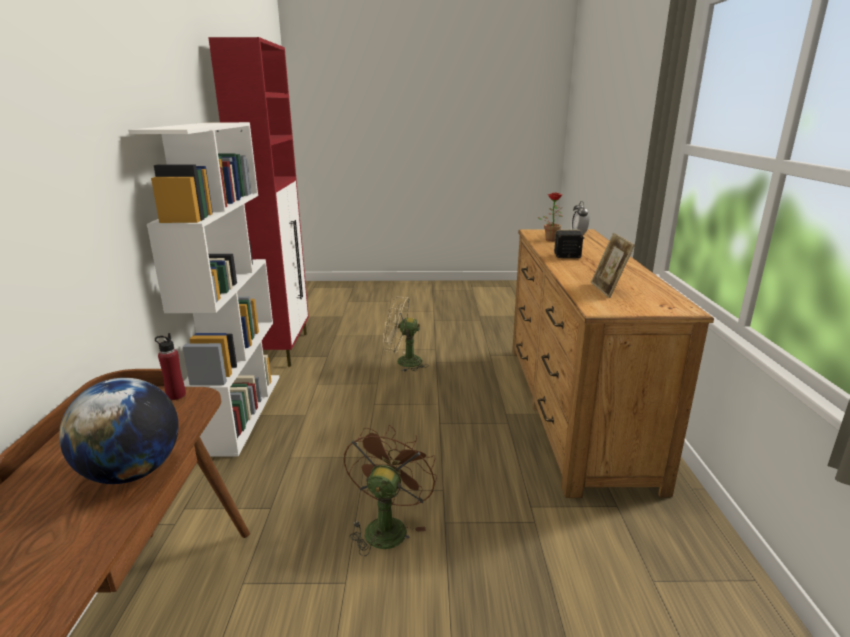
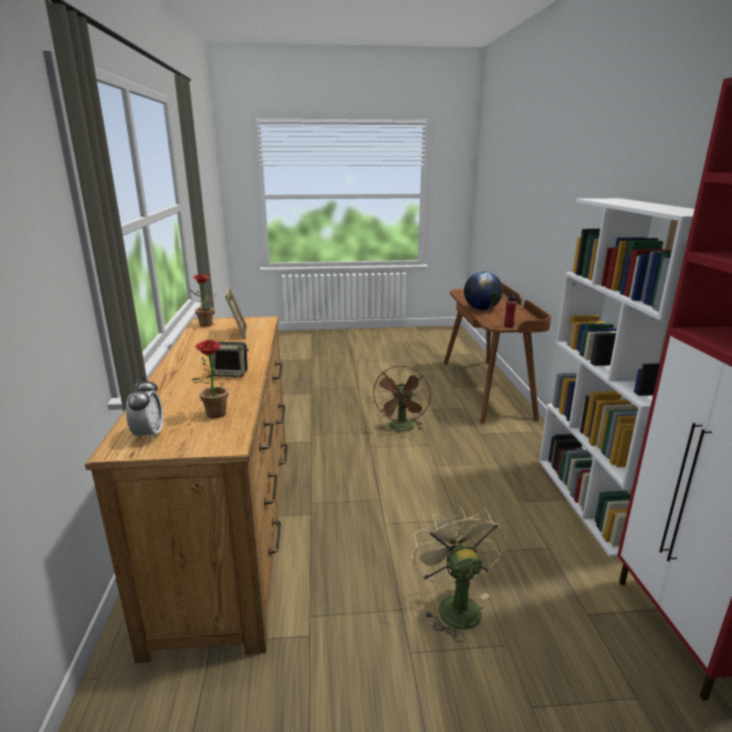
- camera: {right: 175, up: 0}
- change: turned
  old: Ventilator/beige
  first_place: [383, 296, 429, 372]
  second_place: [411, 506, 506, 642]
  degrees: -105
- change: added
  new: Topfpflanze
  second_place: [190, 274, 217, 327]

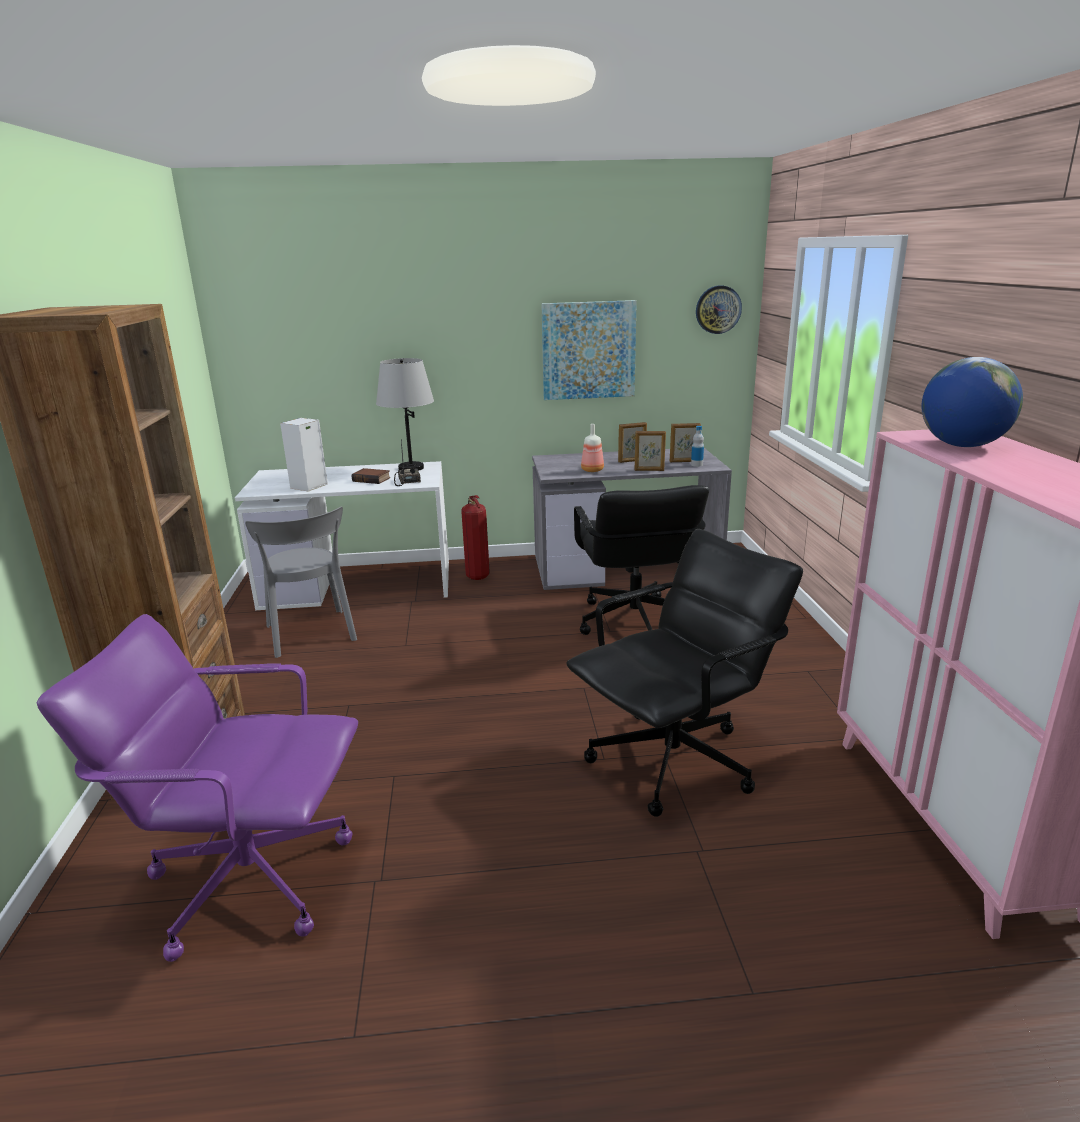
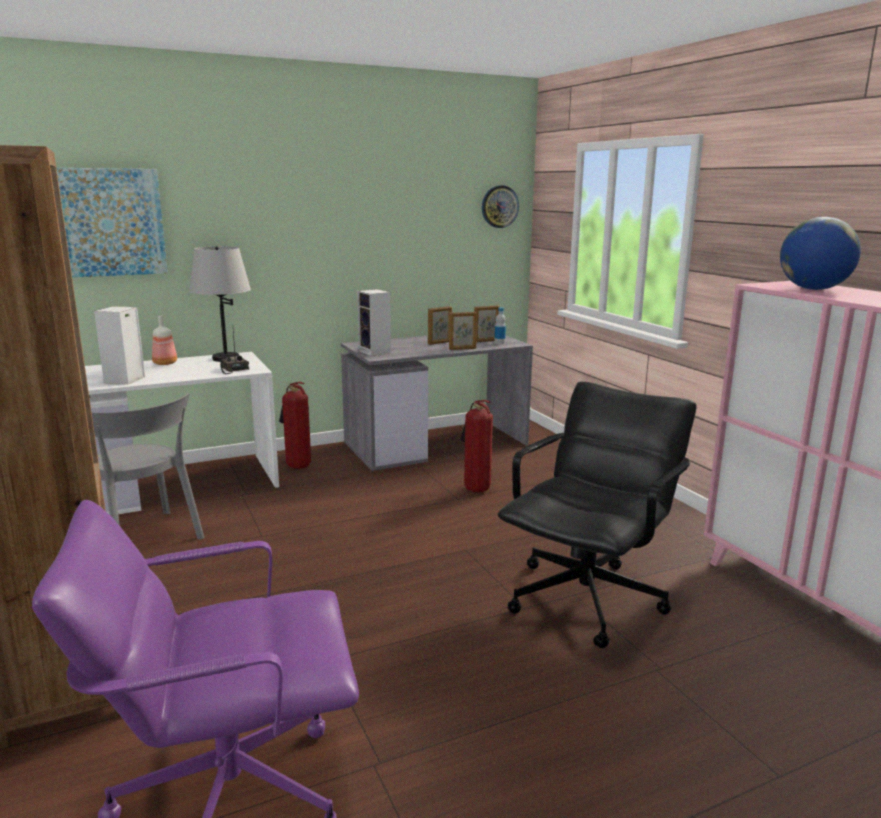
- camera: {right: -20, up: -5}
- change: removed
  old: Buch
  first_place: [352, 468, 390, 484]
- change: moved
  old: Bild
  first_place: [541, 300, 637, 400]
  second_place: [56, 168, 168, 277]
- change: replaced
  old: Bürostuhl/schwarz
  new: Feuerlöscher
  first_place: [574, 485, 709, 635]
  second_place: [461, 400, 493, 493]
- change: moved
  old: Flasche
  first_place: [581, 424, 604, 472]
  second_place: [152, 315, 177, 365]
- change: added
  new: Lautsprecher
  second_place: [357, 289, 391, 356]

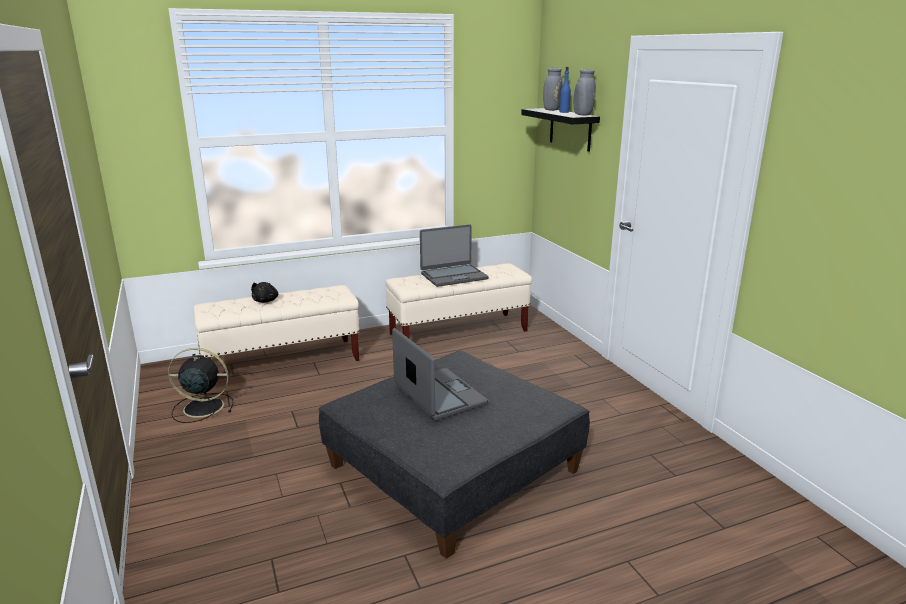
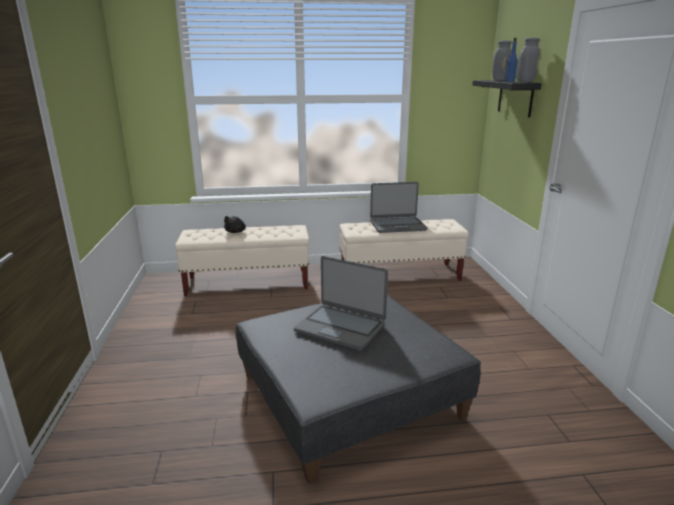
- camera: {right: 15, up: 0}
- change: removed
  old: Ventilator/schwarz
  first_place: [168, 348, 233, 423]
- change: turned
  old: Laptop
  first_place: [392, 328, 488, 420]
  second_place: [294, 256, 388, 351]
  degrees: 135

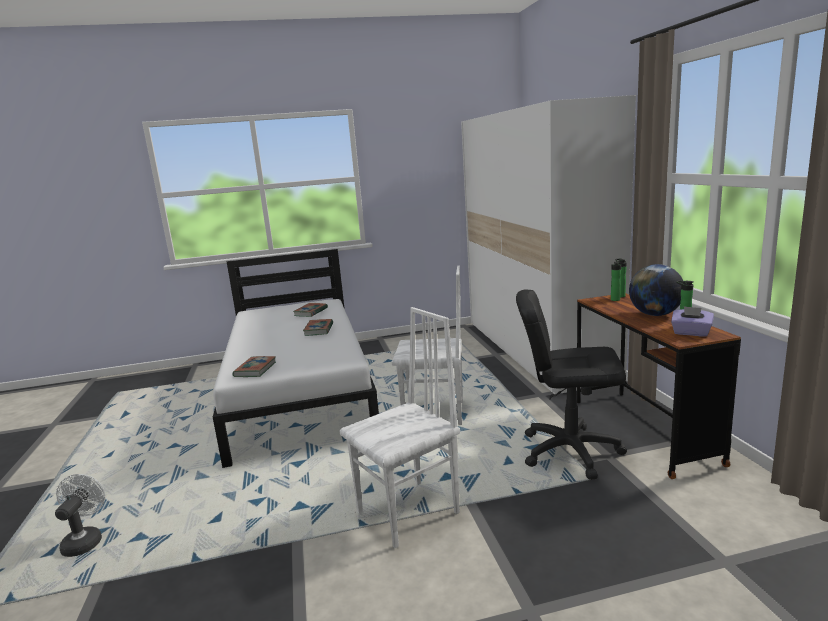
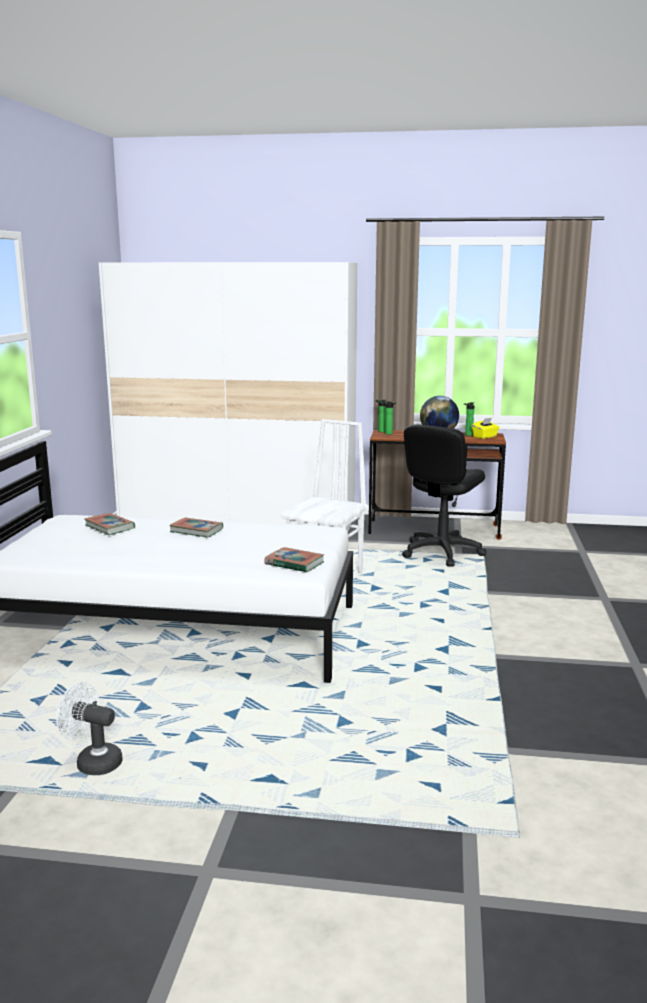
- camera: {right: -70, up: 0}
- change: moved
  old: Ventilator/weiß
  first_place: [55, 474, 105, 557]
  second_place: [56, 682, 123, 775]
- change: removed
  old: Stuhl/weiß
  first_place: [339, 307, 460, 549]
- change: recoloured
  old: Taschentuchbox/lila
  new: Taschentuchbox/gelb
  first_place: [671, 306, 714, 337]
  second_place: [472, 418, 500, 439]

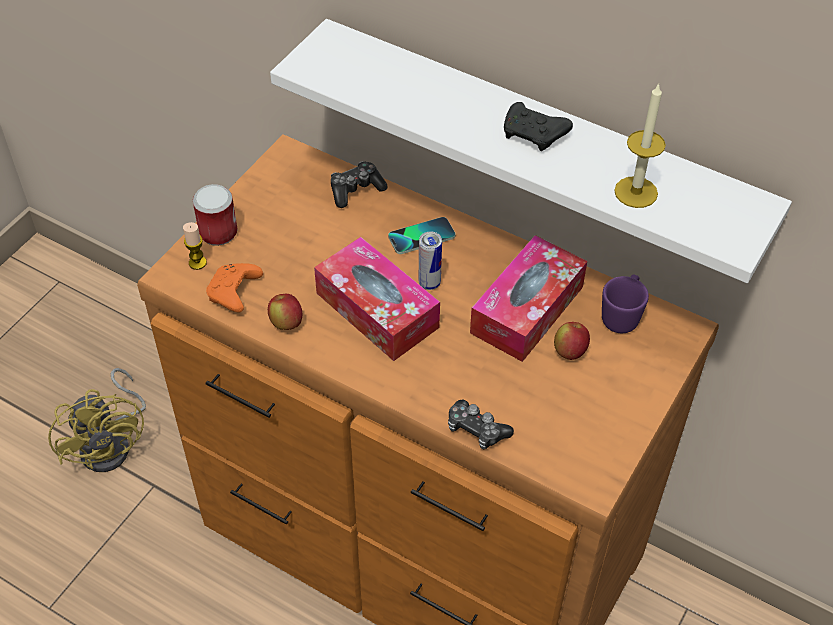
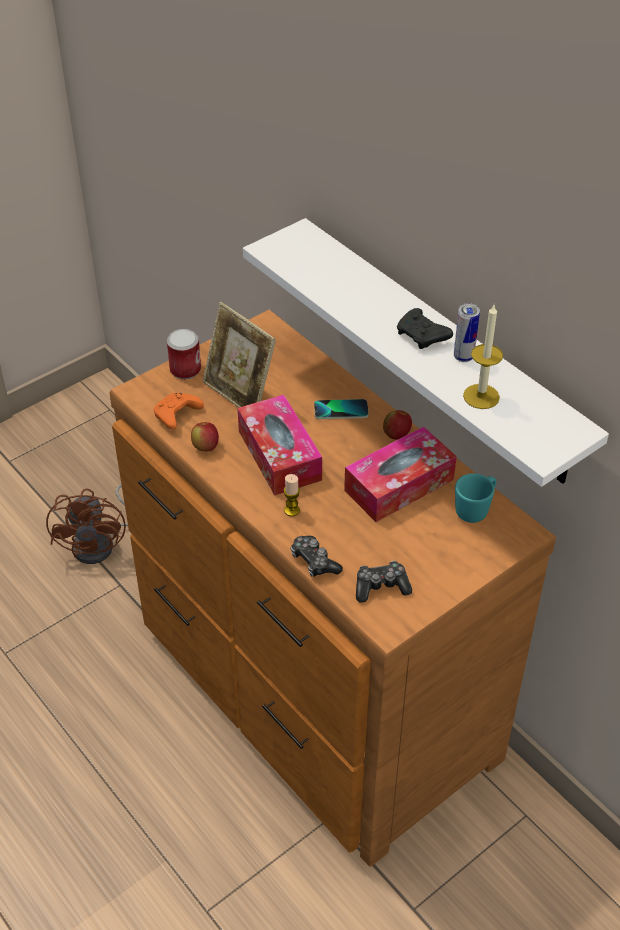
- camera: {right: 20, up: -5}
- change: recoloured
  old: Ventilator/gelb
  new: Ventilator/braun
  first_place: [48, 368, 146, 472]
  second_place: [46, 485, 128, 564]
- change: moved
  old: Kerze
  first_place: [183, 222, 207, 270]
  second_place: [283, 474, 300, 517]
- change: moved
  old: Gamepad
  first_place: [331, 161, 388, 208]
  second_place: [356, 561, 412, 603]
- change: moved
  old: Dose
  first_place: [419, 231, 442, 290]
  second_place: [454, 303, 480, 362]
- change: moved
  old: Apfel
  first_place: [554, 322, 590, 360]
  second_place: [383, 410, 412, 440]
- change: recoloured
  old: Henkelbecher/lila
  new: Henkelbecher/türkis
  first_place: [602, 275, 649, 333]
  second_place: [455, 473, 496, 523]
- change: added
  new: Bilderrahmen
  second_place: [203, 302, 276, 408]

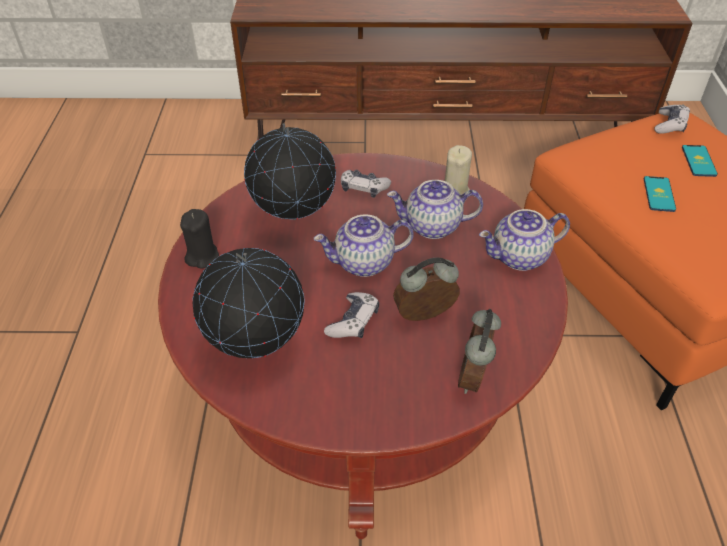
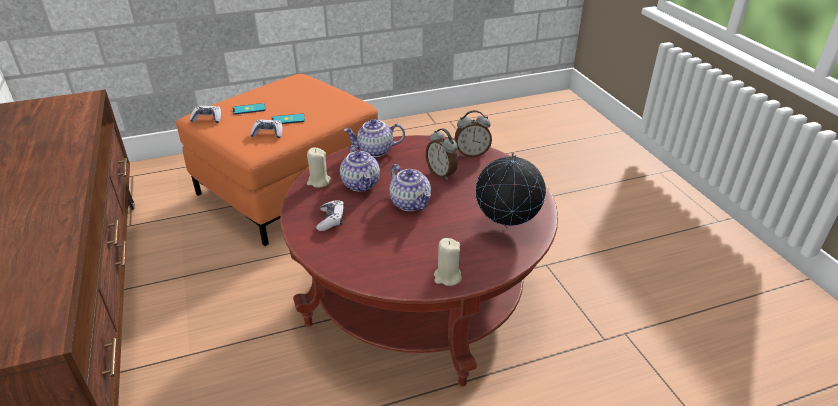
- camera: {right: -110, up: -10}
- change: recoloured
  old: Kerze/schwarz
  new: Kerze/beige
  first_place: [180, 209, 219, 269]
  second_place: [434, 238, 462, 286]
- change: removed
  old: Globus
  first_place: [244, 123, 336, 220]
- change: moved
  old: Gamepad
  first_place: [324, 292, 379, 338]
  second_place: [250, 120, 282, 138]
- change: turned
  old: Teekanne
  first_place: [479, 209, 570, 271]
  second_place: [344, 119, 405, 157]
  degrees: 120

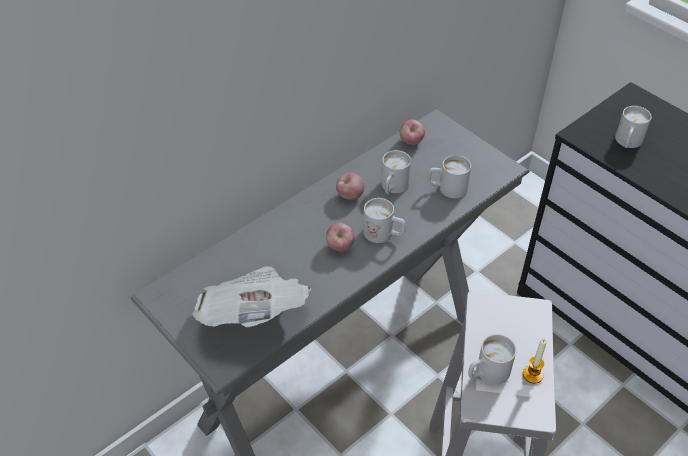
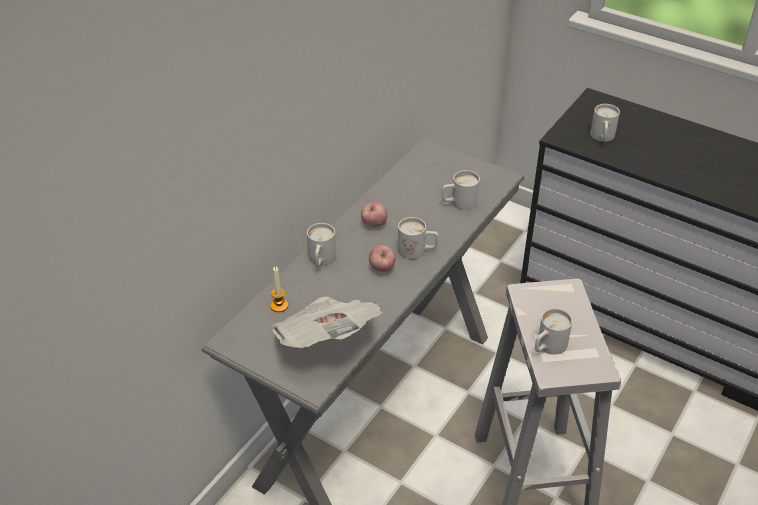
- camera: {right: -15, up: -5}
- change: moved
  old: Henkelbecher/weiß
  first_place: [381, 150, 411, 194]
  second_place: [307, 223, 336, 267]
- change: removed
  old: Apfel
  first_place: [400, 119, 425, 145]
- change: moved
  old: Kerze
  first_place: [523, 338, 547, 384]
  second_place: [270, 267, 288, 312]

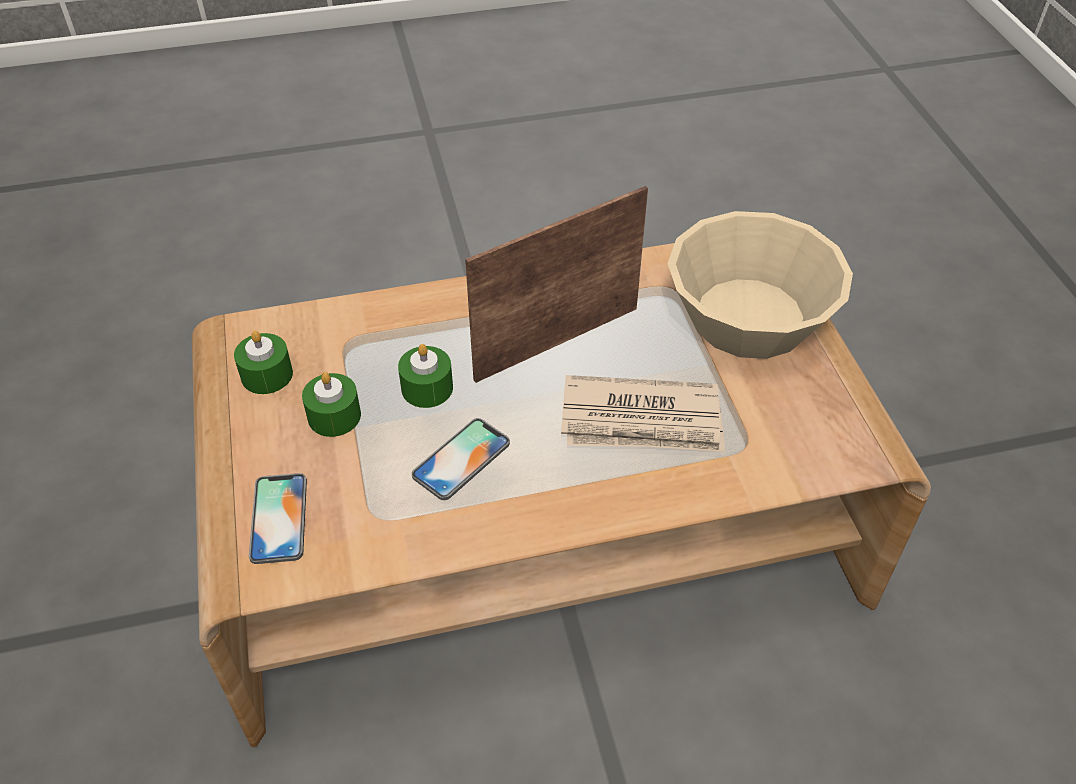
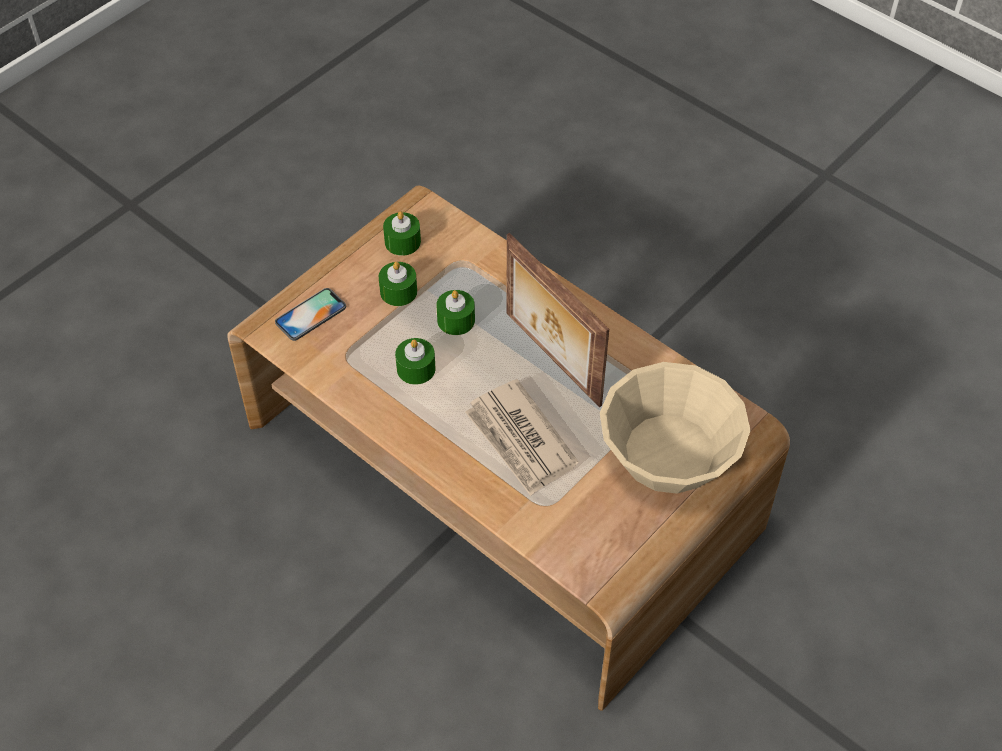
- camera: {right: 55, up: 5}
- change: replaced
  old: Handy
  new: Kerze/grün
  first_place: [412, 418, 510, 500]
  second_place: [395, 338, 436, 385]
- change: turned
  old: Bilderrahmen
  first_place: [465, 186, 648, 383]
  second_place: [506, 233, 609, 407]
  degrees: -150

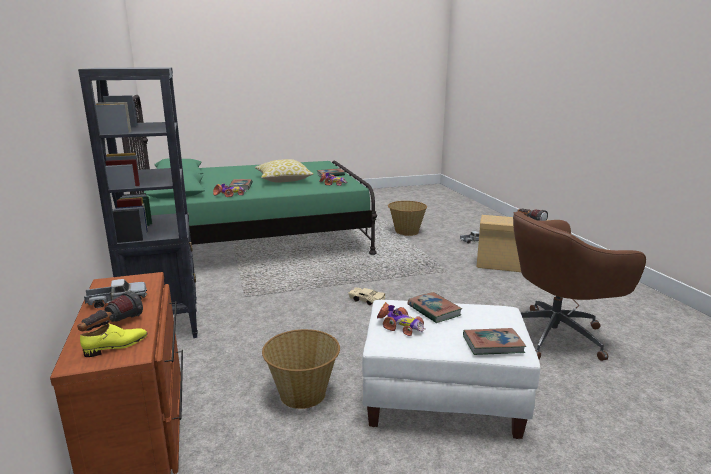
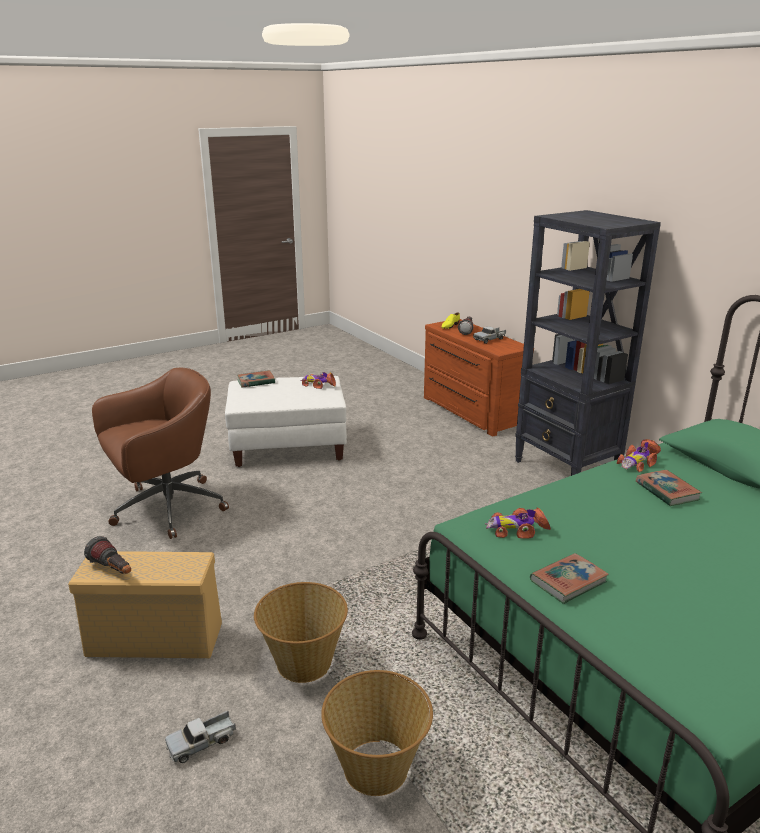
- camera: {right: 165, up: 5}
- change: removed
  old: Kissen
  first_place: [255, 159, 313, 183]
- change: moved
  old: Korb
  first_place: [262, 329, 340, 409]
  second_place: [254, 582, 348, 683]
- change: removed
  old: Spielzeugauto/beige
  first_place: [349, 288, 386, 305]
- change: removed
  old: Buch
  first_place: [408, 292, 462, 323]

